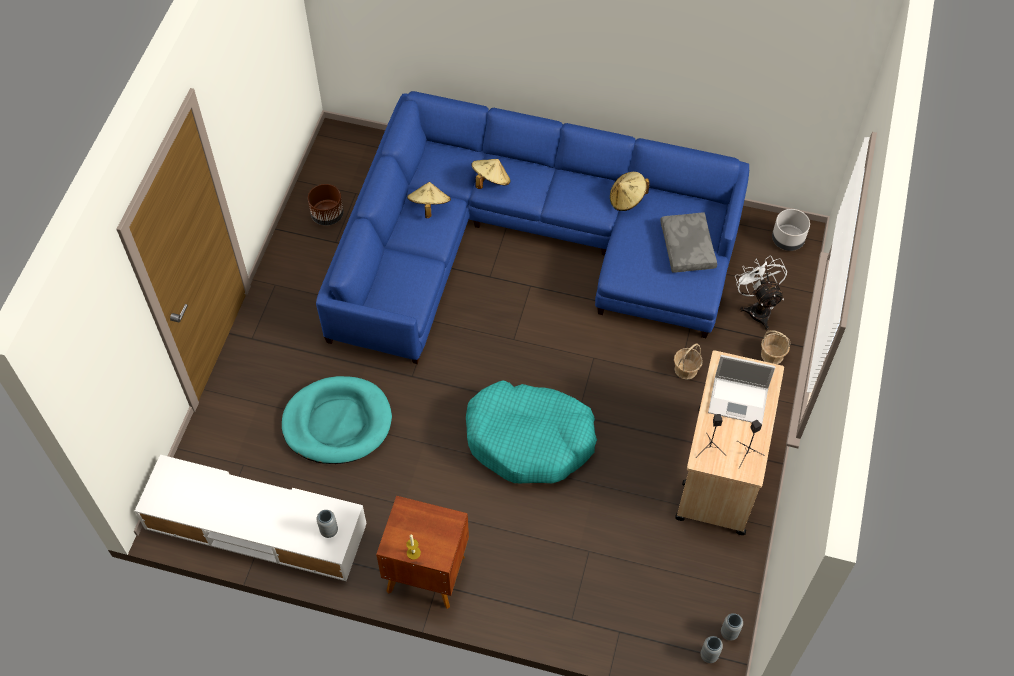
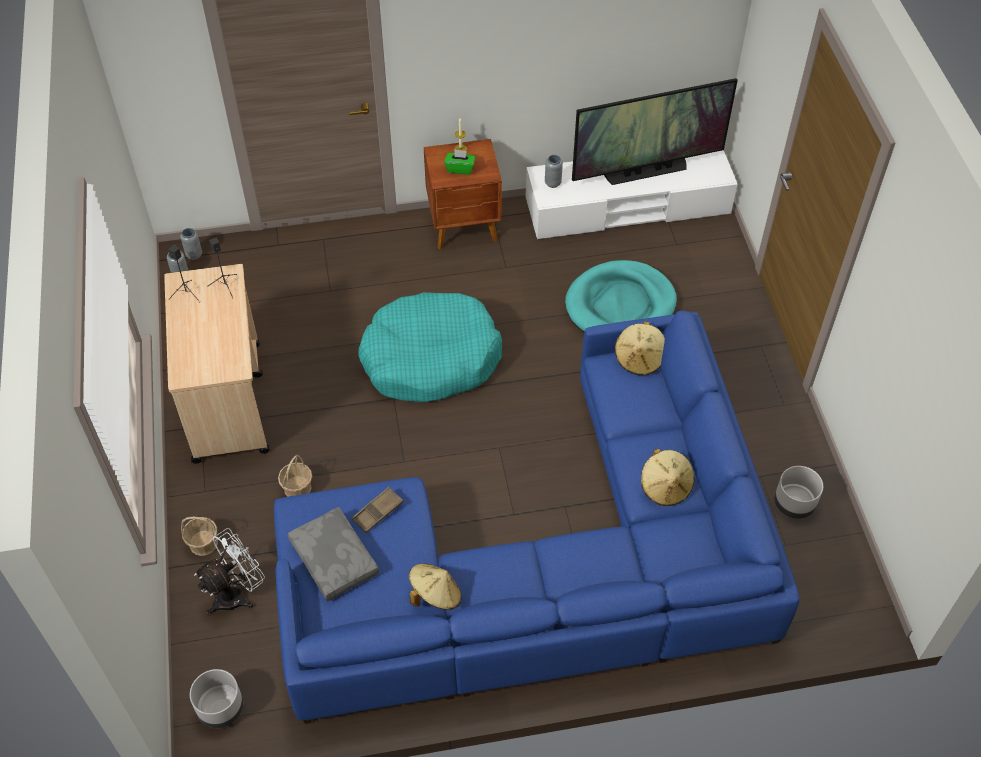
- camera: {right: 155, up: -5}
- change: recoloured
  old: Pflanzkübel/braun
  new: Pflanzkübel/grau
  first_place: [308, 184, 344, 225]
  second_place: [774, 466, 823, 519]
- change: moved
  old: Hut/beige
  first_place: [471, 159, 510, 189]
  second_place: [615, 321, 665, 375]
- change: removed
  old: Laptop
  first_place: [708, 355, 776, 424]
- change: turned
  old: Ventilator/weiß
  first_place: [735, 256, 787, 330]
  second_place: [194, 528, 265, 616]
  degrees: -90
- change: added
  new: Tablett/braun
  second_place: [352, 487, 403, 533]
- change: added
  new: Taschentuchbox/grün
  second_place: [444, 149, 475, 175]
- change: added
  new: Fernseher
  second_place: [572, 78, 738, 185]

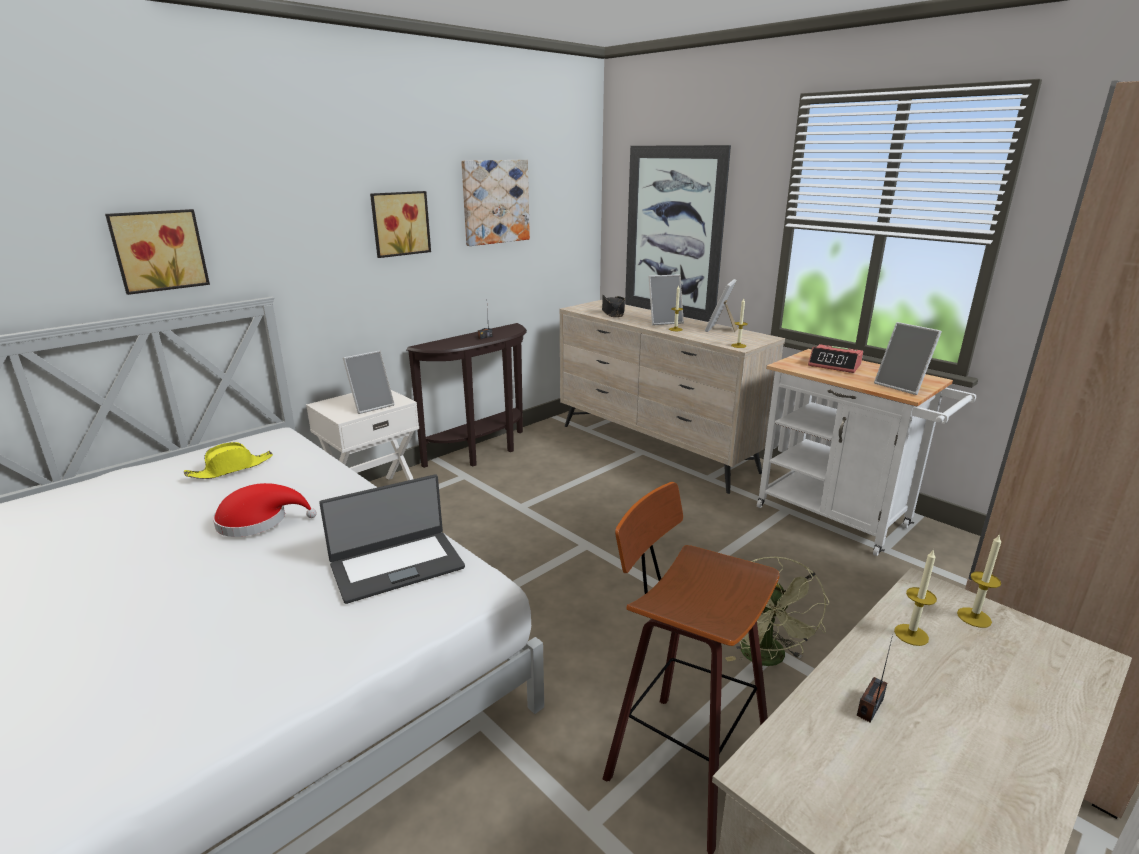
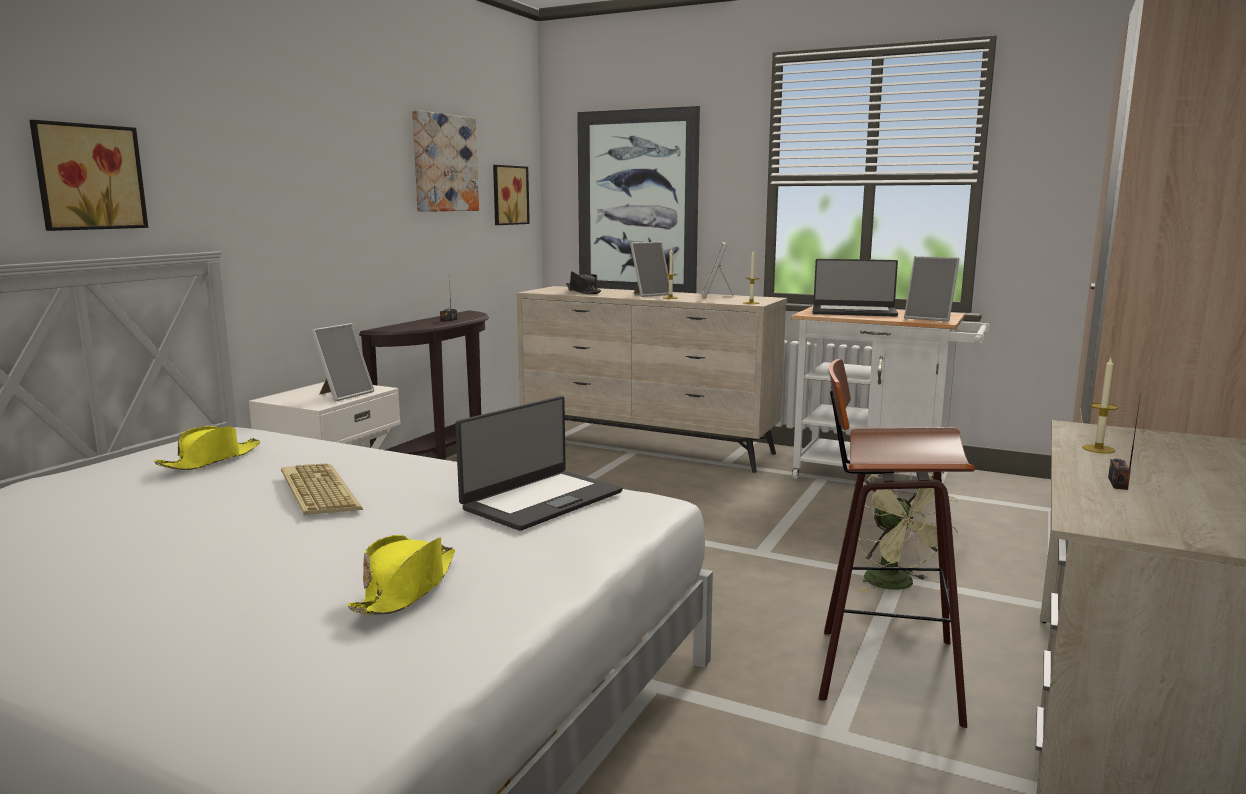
- camera: {right: -20, up: -10}
- change: replaced
  old: Hut/rot
  new: Tastatur
  first_place: [213, 483, 317, 537]
  second_place: [281, 463, 363, 515]
- change: moved
  old: Bild
  first_place: [370, 191, 431, 258]
  second_place: [493, 165, 530, 225]
- change: replaced
  old: Wecker
  new: Laptop
  first_place: [808, 344, 863, 373]
  second_place: [813, 259, 898, 317]
- change: removed
  old: Kerze
  first_place: [957, 534, 1001, 628]
- change: added
  new: Hut/gelb
  second_place: [347, 535, 455, 615]

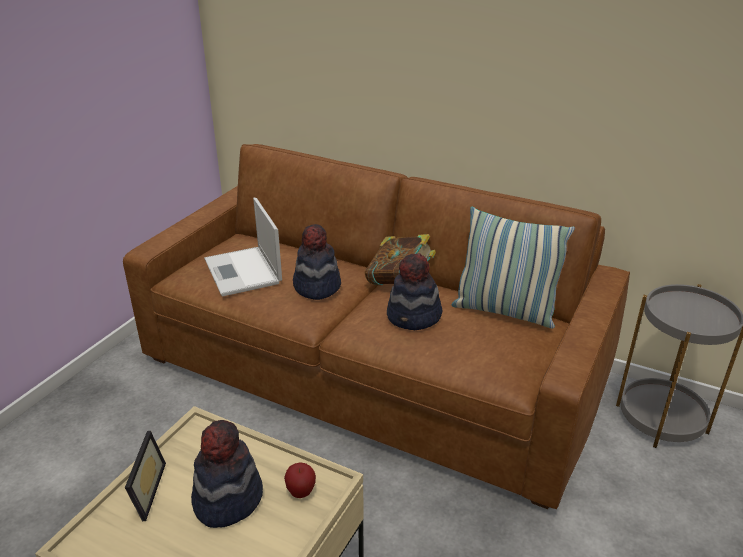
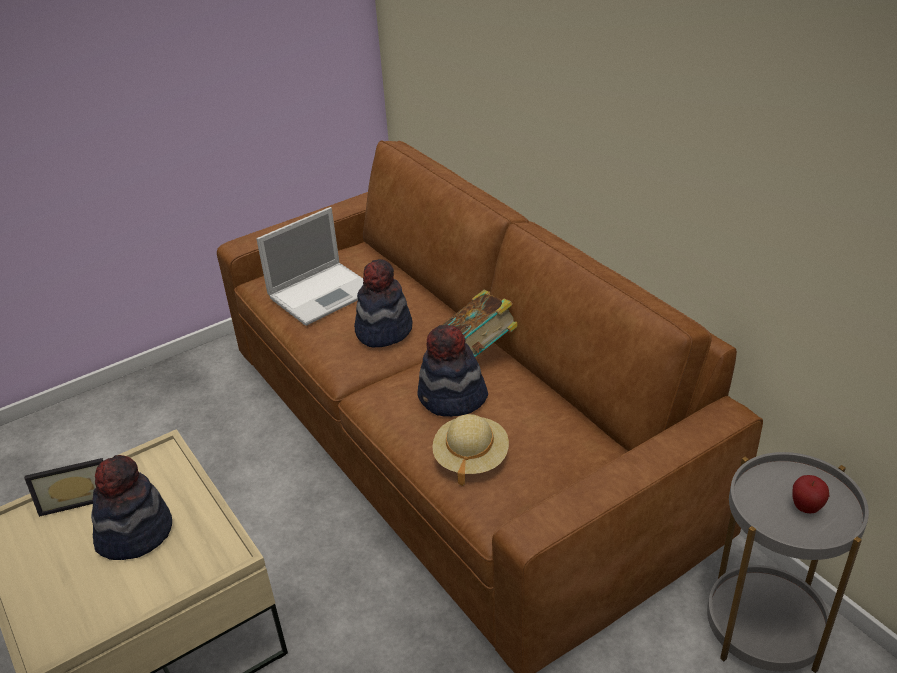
- camera: {right: 30, up: 5}
- change: turned
  old: Bilderrahmen
  first_place: [125, 431, 166, 521]
  second_place: [24, 458, 103, 517]
  degrees: 45
- change: turned
  old: Laptop
  first_place: [204, 198, 282, 297]
  second_place: [256, 207, 363, 326]
  degrees: -135
- change: moved
  old: Apfel
  first_place: [284, 462, 316, 498]
  second_place: [792, 475, 829, 513]
- change: removed
  old: Kissen
  first_place: [452, 207, 575, 328]
- change: added
  new: Hut/beige
  second_place: [433, 414, 509, 486]

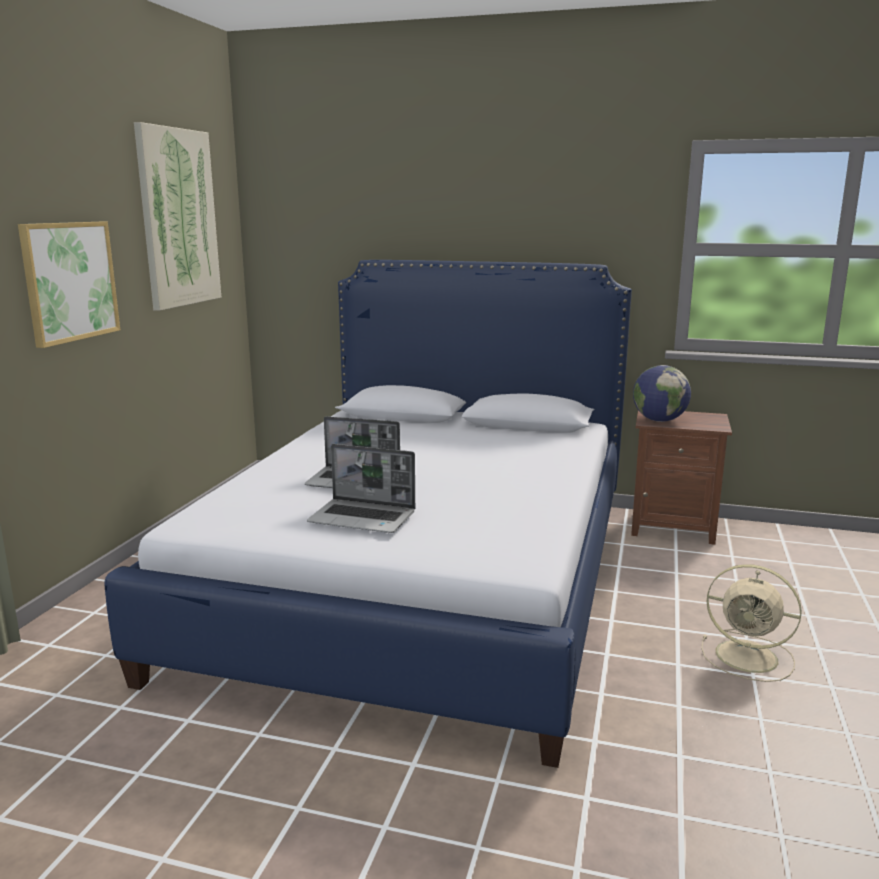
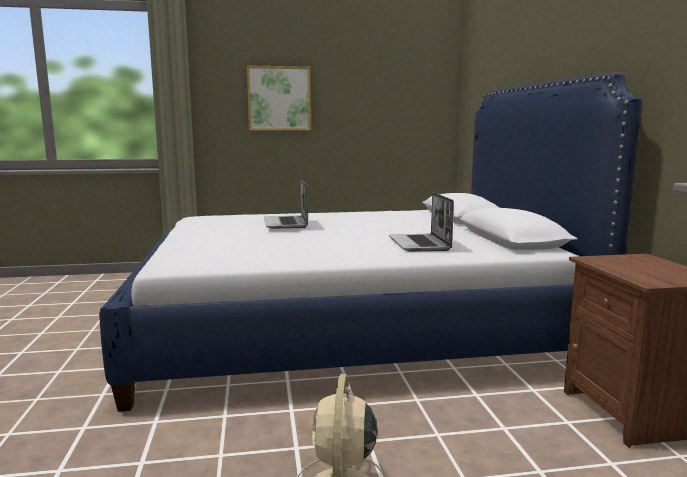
- camera: {right: 65, up: -5}
- change: removed
  old: Bild
  first_place: [134, 122, 221, 311]
- change: moved
  old: Laptop
  first_place: [307, 444, 415, 533]
  second_place: [389, 192, 454, 252]
- change: removed
  old: Globus
  first_place: [633, 365, 691, 422]

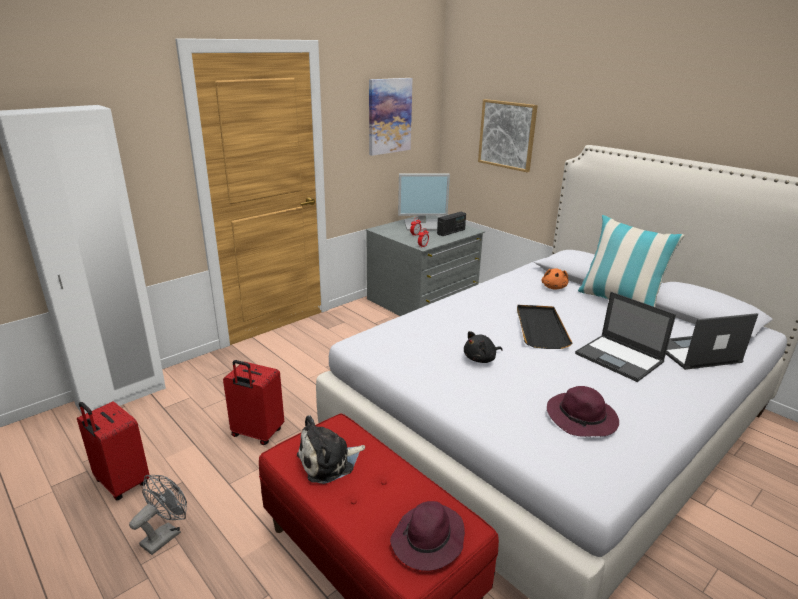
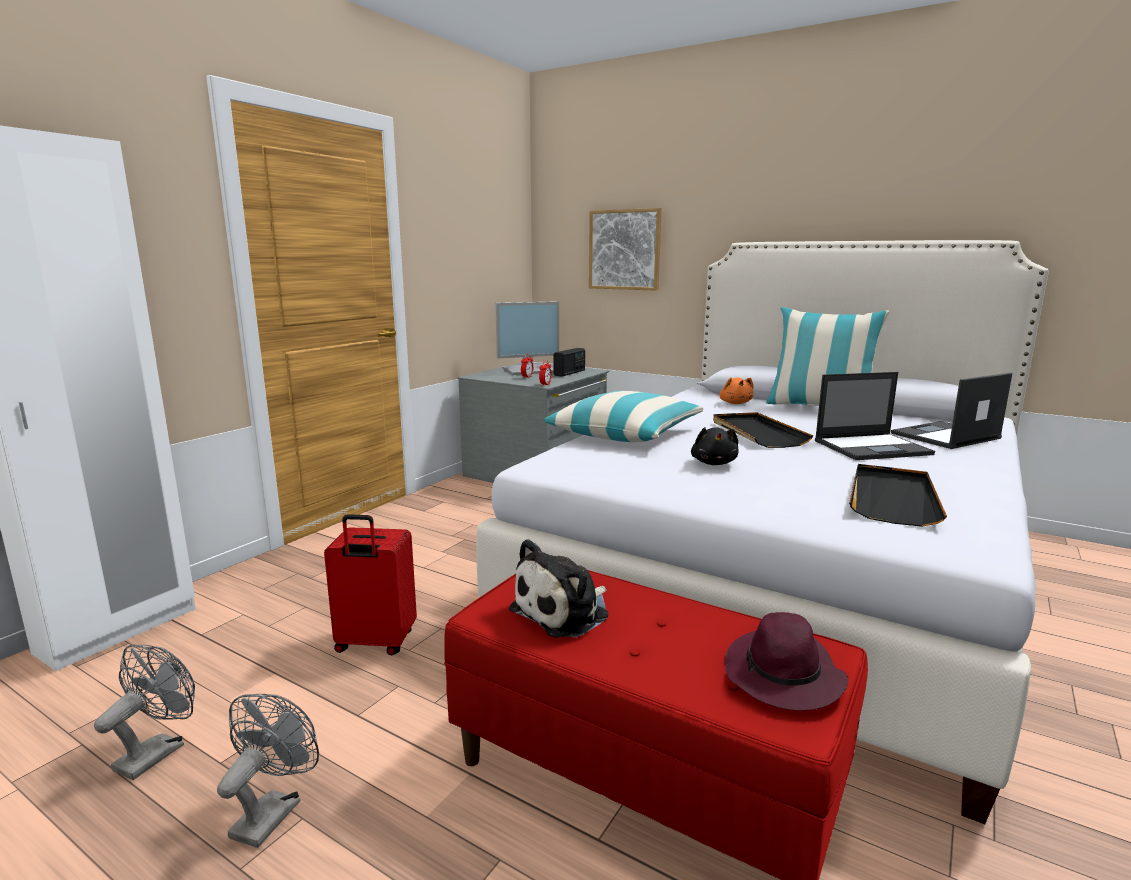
- camera: {right: -15, up: -10}
- change: replaced
  old: Koffer/rot
  new: Ventilator/grau
  first_place: [77, 401, 150, 501]
  second_place: [94, 645, 195, 780]
- change: removed
  old: Bild
  first_place: [369, 78, 413, 156]
- change: turned
  old: Plüschtier/schwarz
  first_place: [464, 331, 503, 363]
  second_place: [691, 427, 739, 465]
  degrees: -45
- change: replaced
  old: Hut/lila
  new: Tablett/schwarz
  first_place: [547, 386, 619, 437]
  second_place: [849, 464, 947, 527]
- change: turned
  old: Laptop
  first_place: [575, 292, 676, 382]
  second_place: [815, 372, 935, 460]
  degrees: -45
- change: added
  new: Kissen
  second_place: [544, 391, 703, 442]

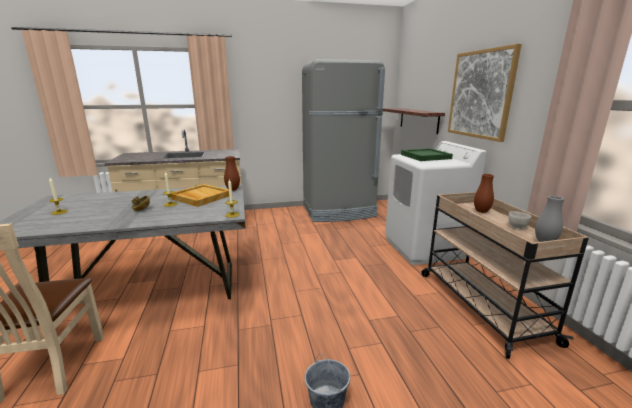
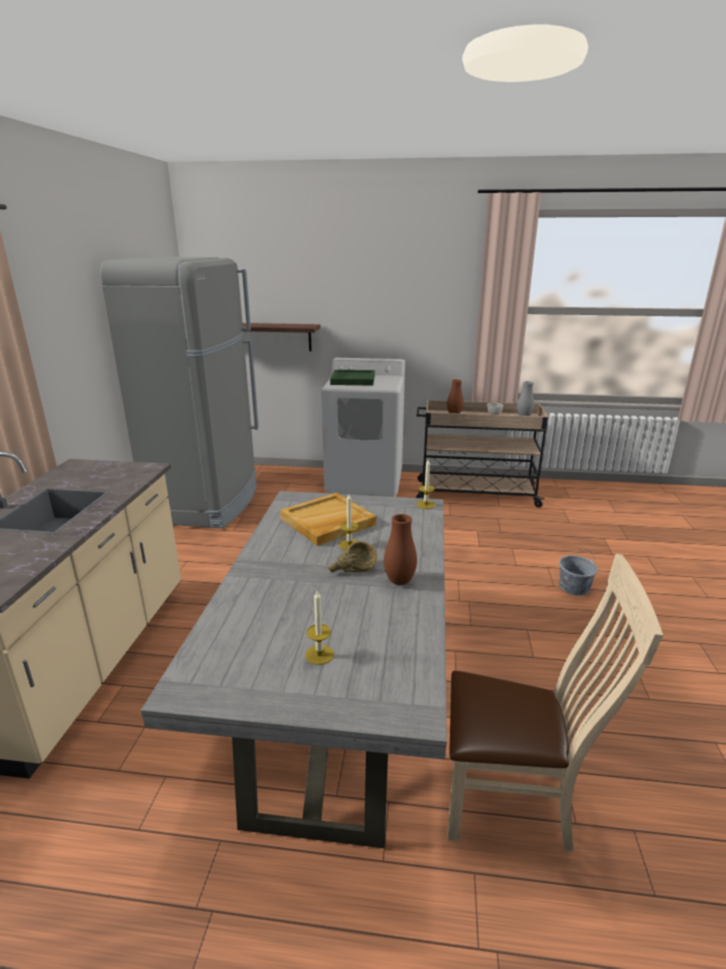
- camera: {right: -70, up: 5}
- change: moved
  old: Vase/braun
  first_place: [224, 156, 240, 191]
  second_place: [384, 514, 417, 585]
- change: removed
  old: Bild
  first_place: [448, 44, 522, 142]

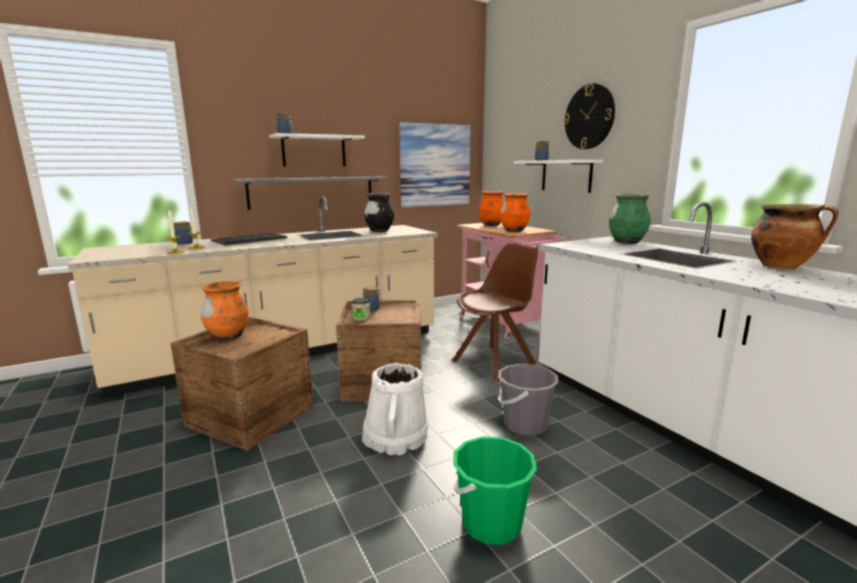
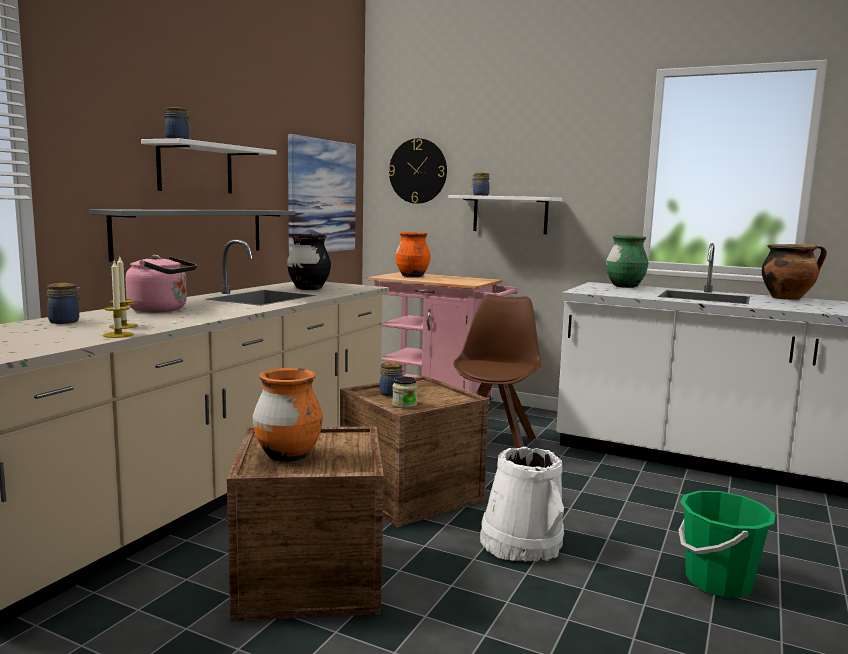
- camera: {right: -35, up: -5}
- change: replaced
  old: Tablett
  new: Wasserkessel/rosa
  first_place: [211, 233, 287, 246]
  second_place: [126, 255, 197, 312]
- change: removed
  old: Eimer/grau
  first_place: [498, 364, 559, 436]
- change: removed
  old: Vase/orange
  first_place: [500, 193, 530, 232]
- change: moved
  old: Wanduhr
  first_place: [564, 83, 615, 149]
  second_place: [388, 138, 447, 204]

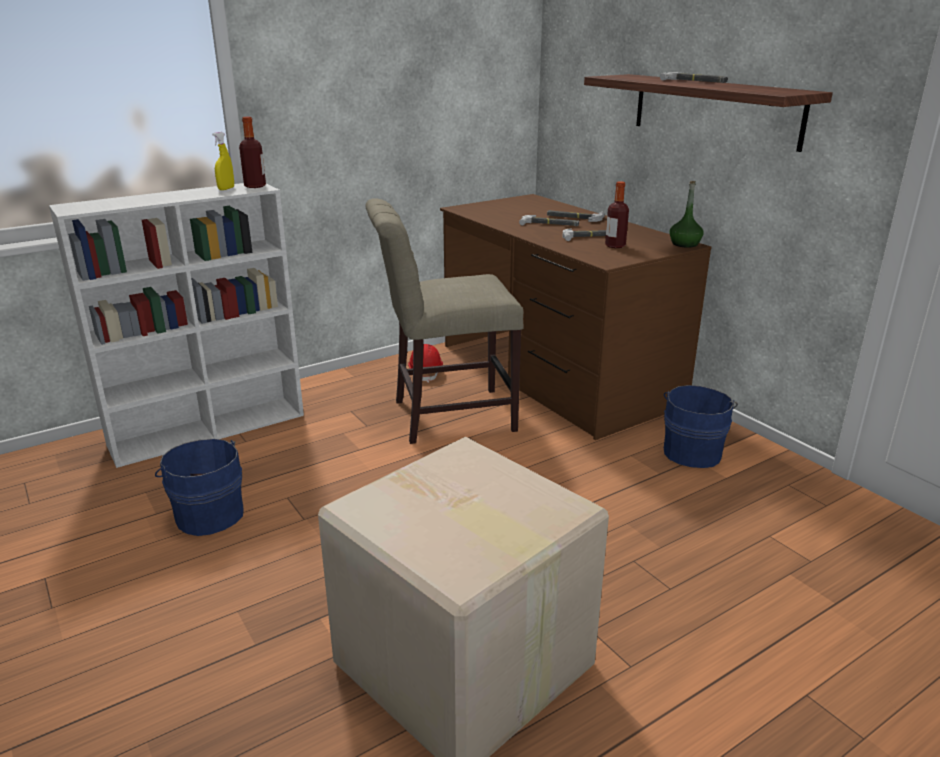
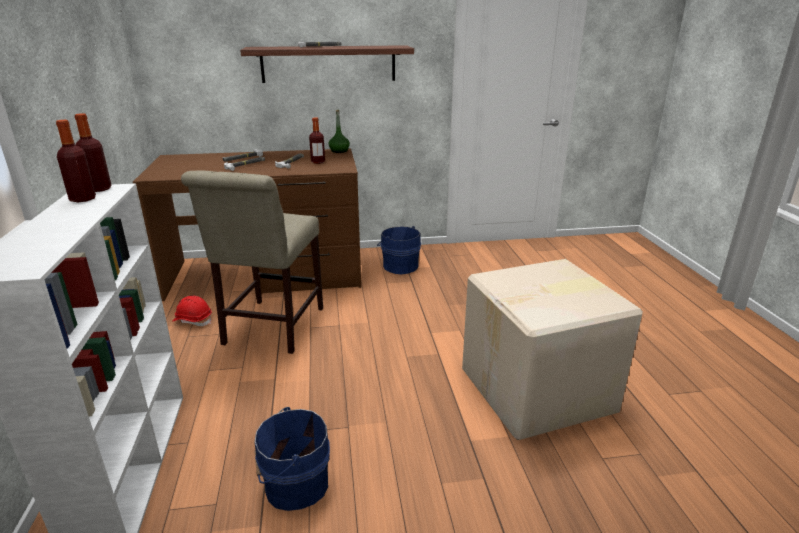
- camera: {right: -65, up: 0}
- change: replaced
  old: Sprühflasche/gelb
  new: Flasche
  first_place: [212, 132, 234, 190]
  second_place: [56, 120, 96, 202]

